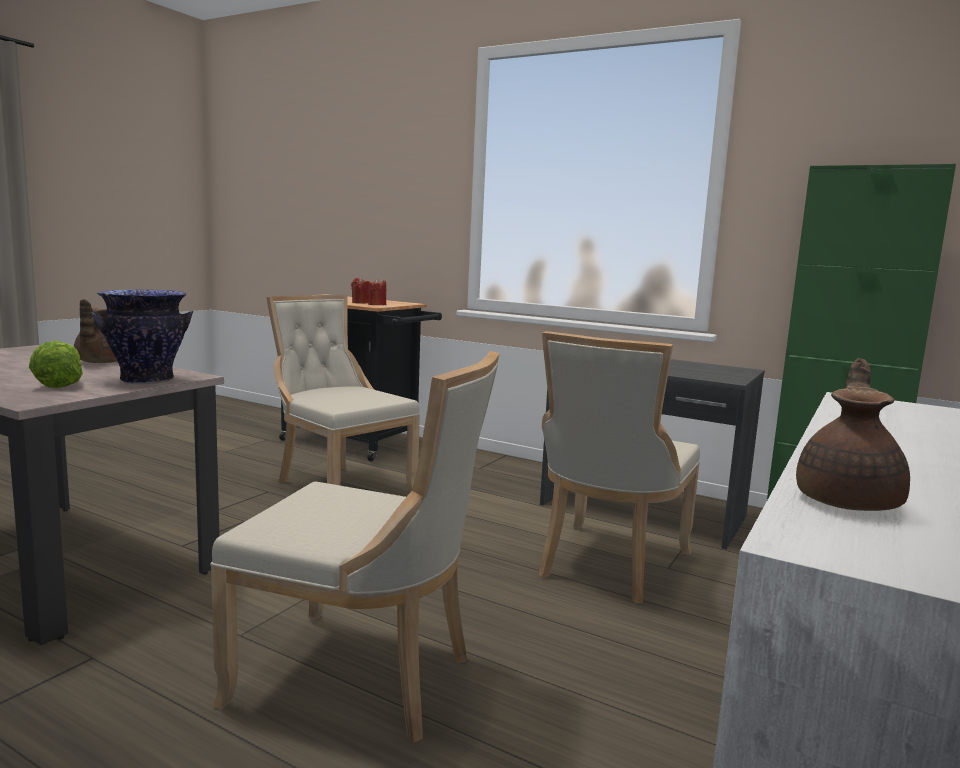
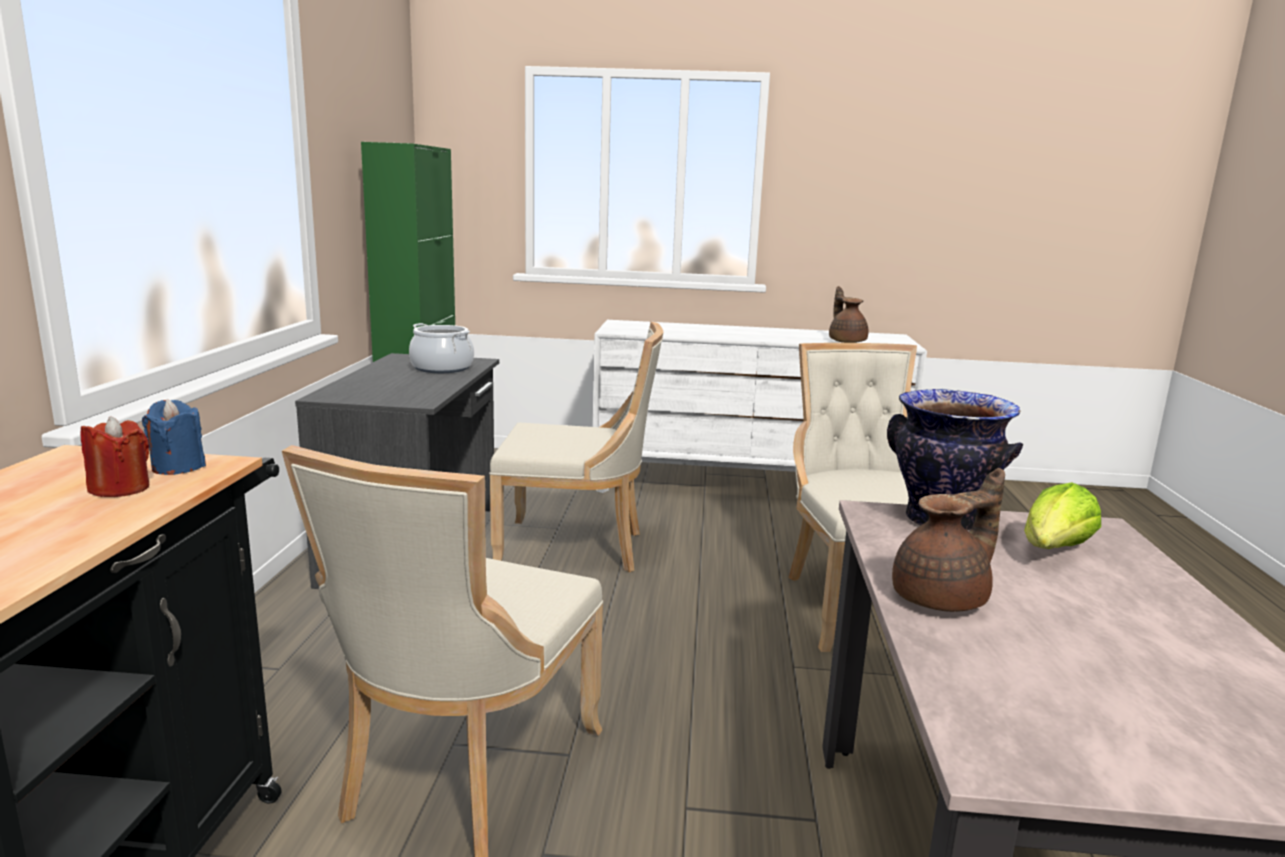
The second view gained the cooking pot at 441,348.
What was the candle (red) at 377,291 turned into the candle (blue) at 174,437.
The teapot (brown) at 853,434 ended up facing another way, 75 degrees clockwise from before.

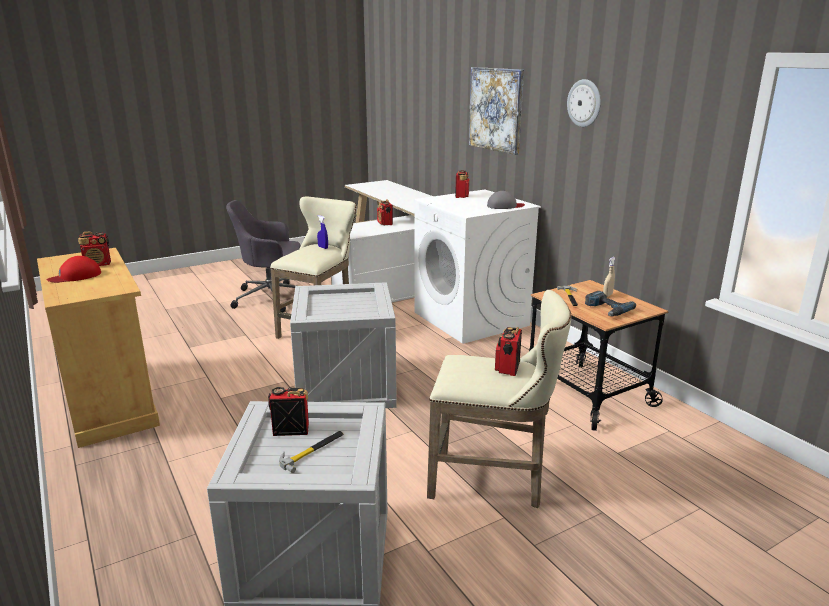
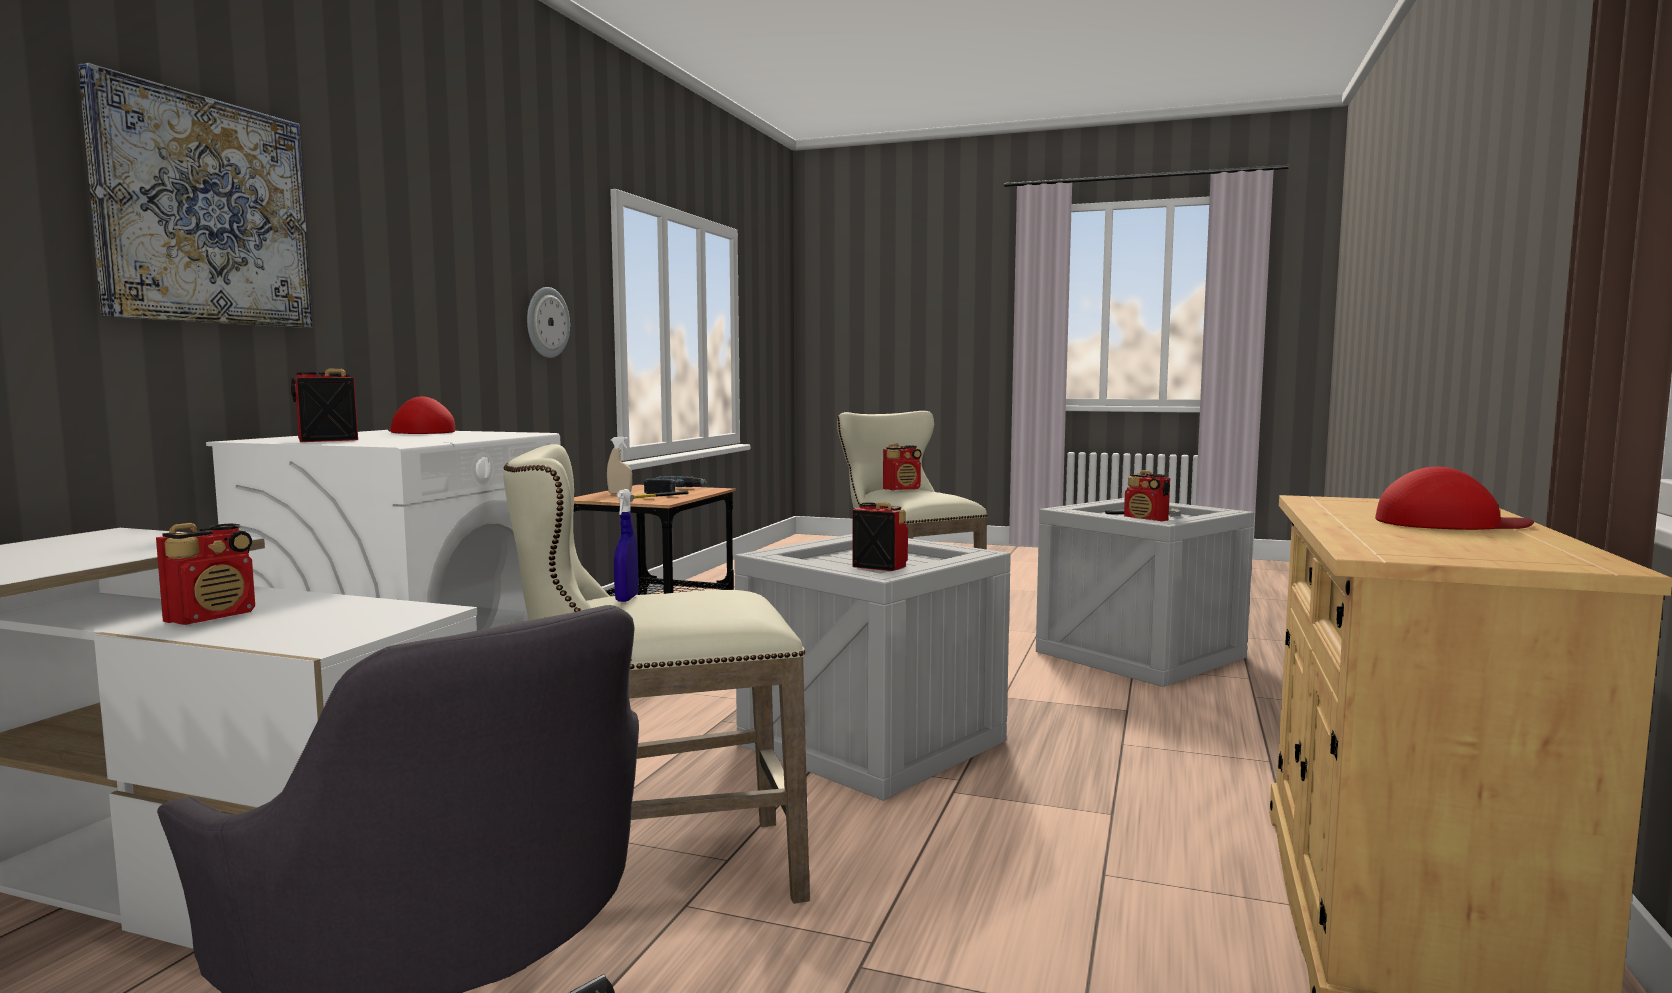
The radio ended up elsewhere, having gone from 94,248 to 880,536.
The wall clock ended up elsewhere, having gone from 584,103 to 548,322.
What was the cap (grey) at 506,200 turned into the cap (red) at 421,415.

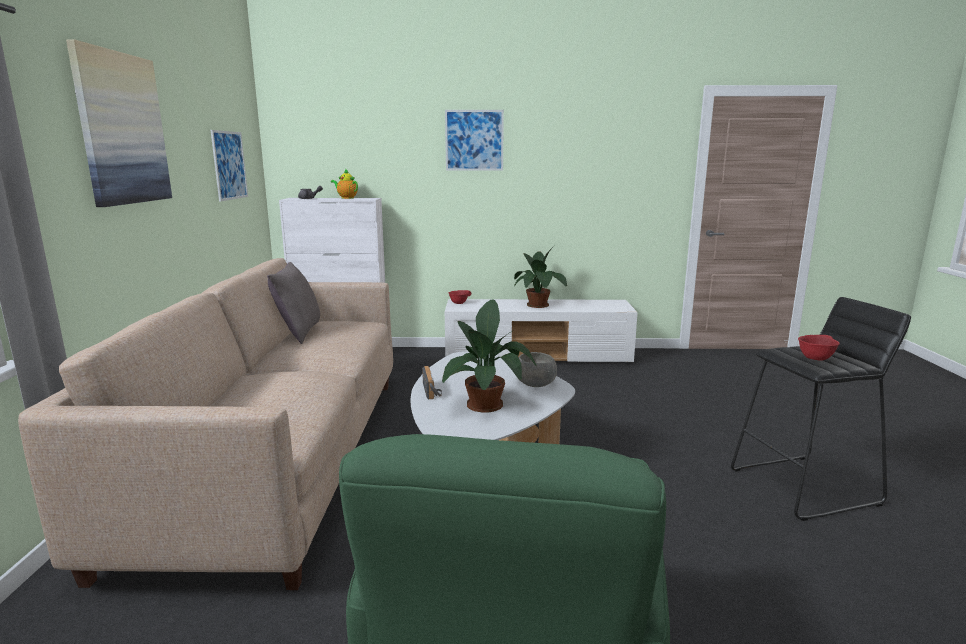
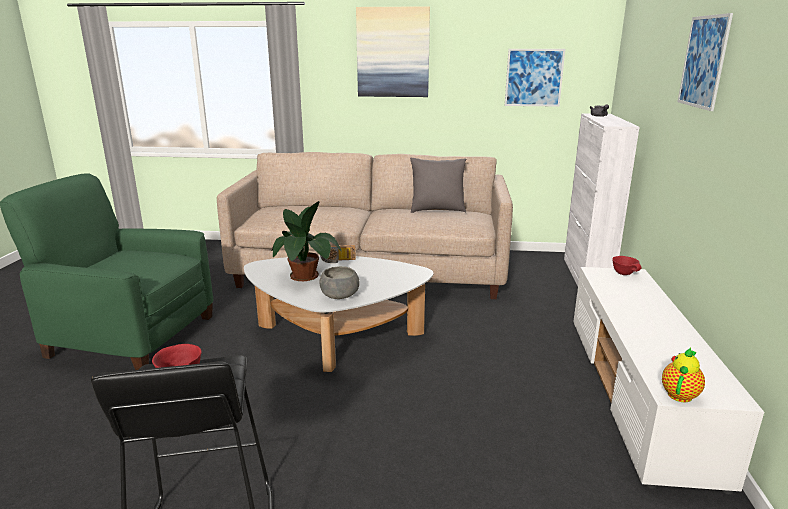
The second view lost the potted plant at 540,276.
The teapot ended up elsewhere, having gone from 344,184 to 683,374.

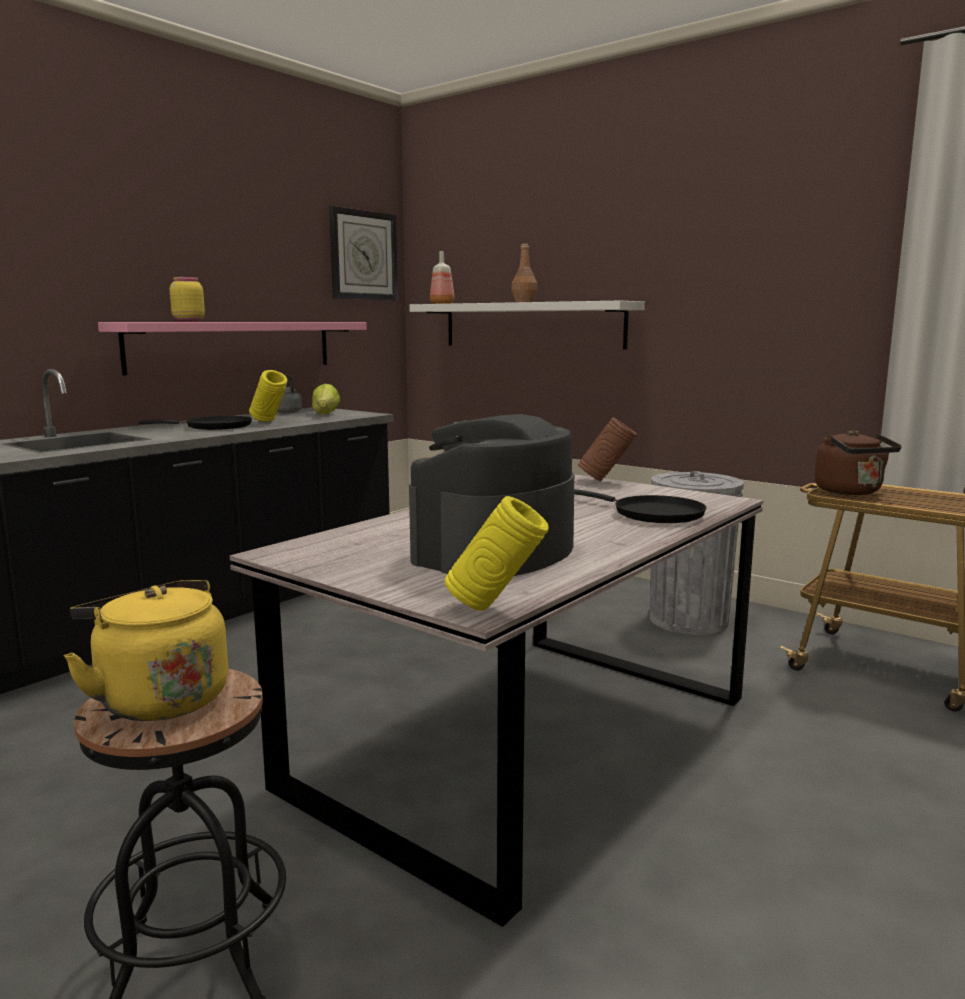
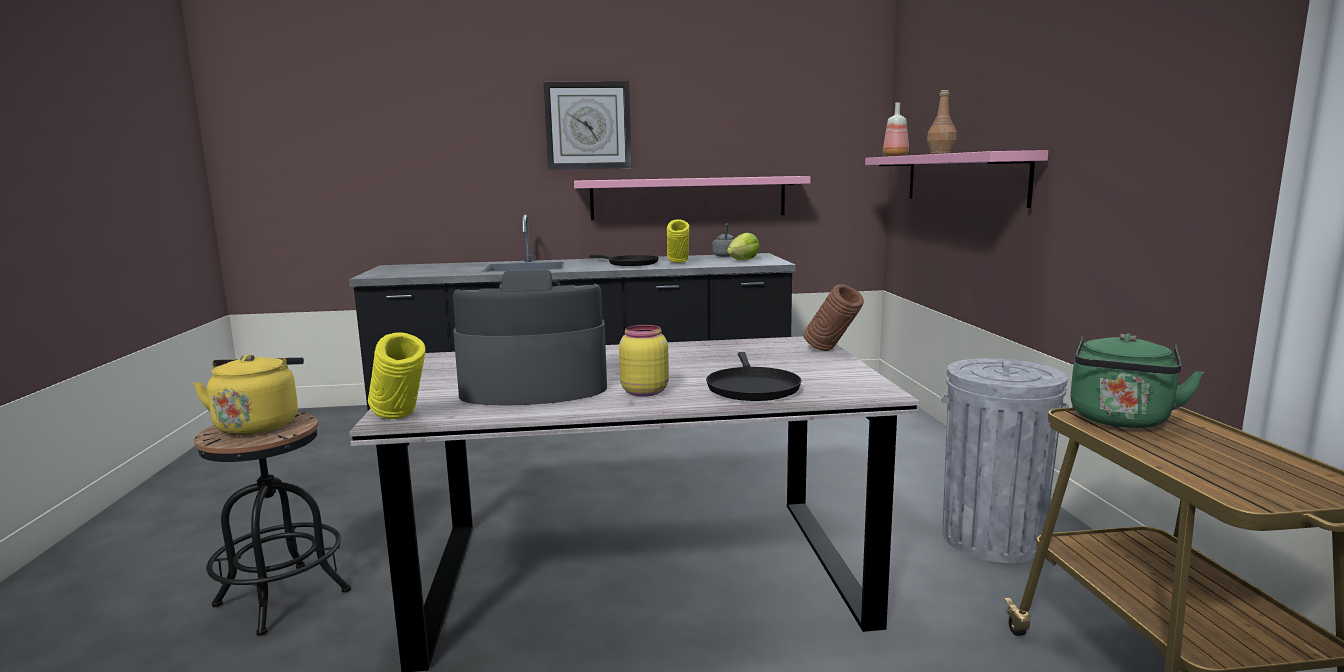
The jar (yellow) ended up elsewhere, having gone from 187,299 to 644,361.
The wall clock ended up elsewhere, having gone from 363,253 to 587,125.
What was the shelf (white) at 527,325 turned into the shelf (pink) at 956,179.
What was the kettle (brown) at 858,462 turned into the kettle (green) at 1137,380.

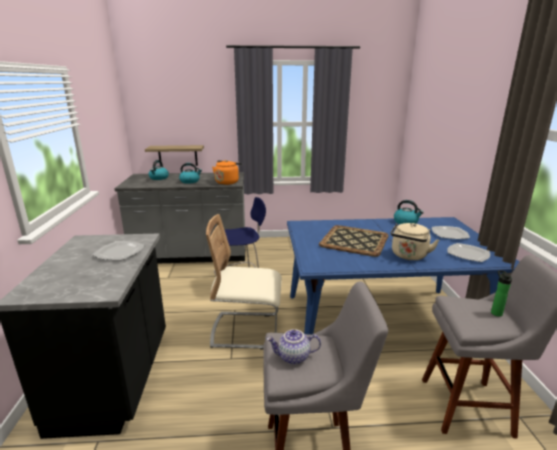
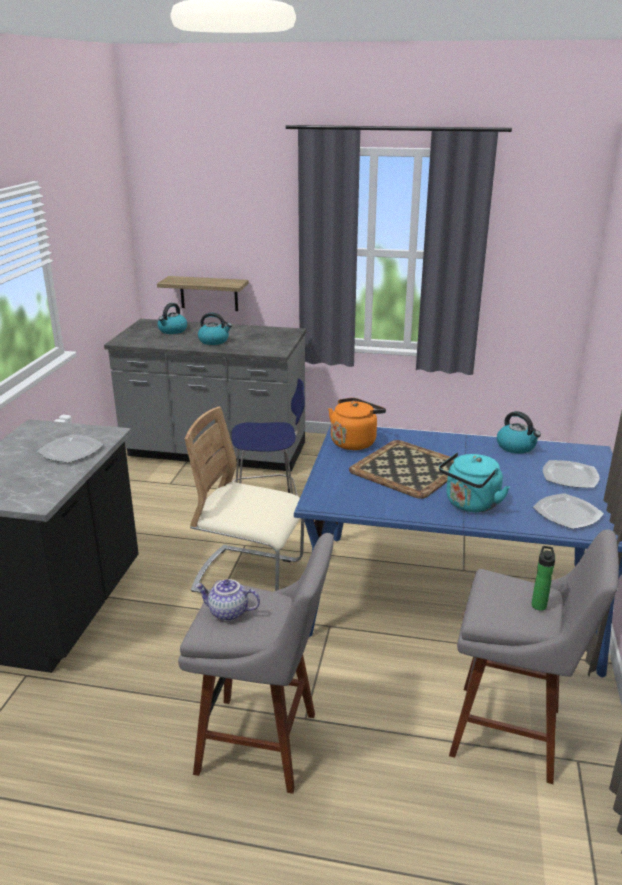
The kettle (orange) ended up elsewhere, having gone from 227,172 to 357,424.
What was the kettle (beige) at 415,241 turned into the kettle (turquoise) at 474,482.

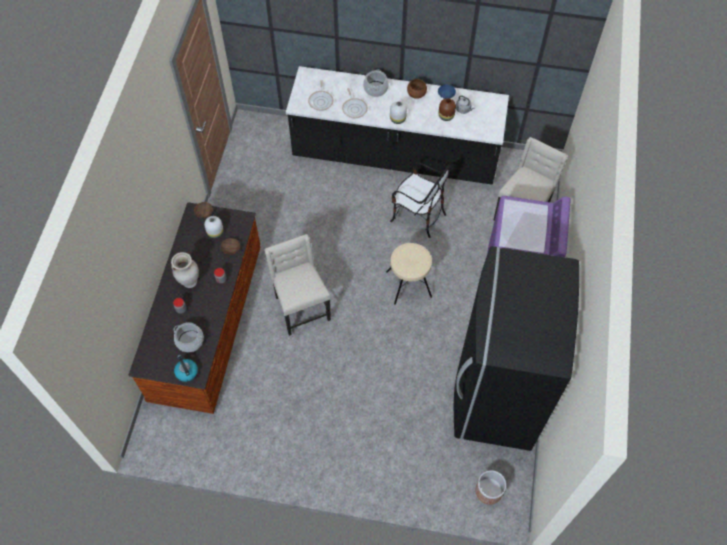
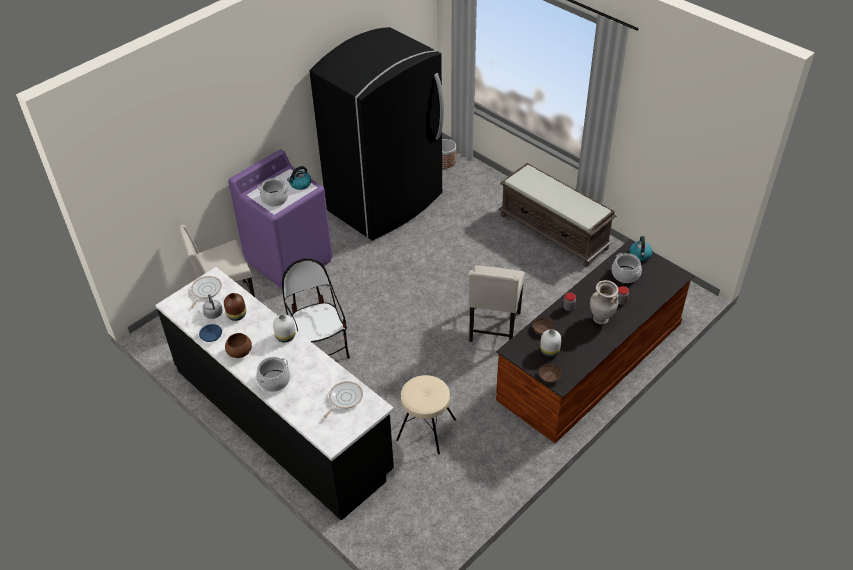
The second view gained the cooking pot at 273,192.
The second view gained the kettle at 299,178.
The second view gained the bench (brown) at 557,215.
The frying pan ended up elsewhere, having gone from 355,103 to 206,292.
The stool (beige) ended up elsewhere, having gone from 409,274 to 426,415.

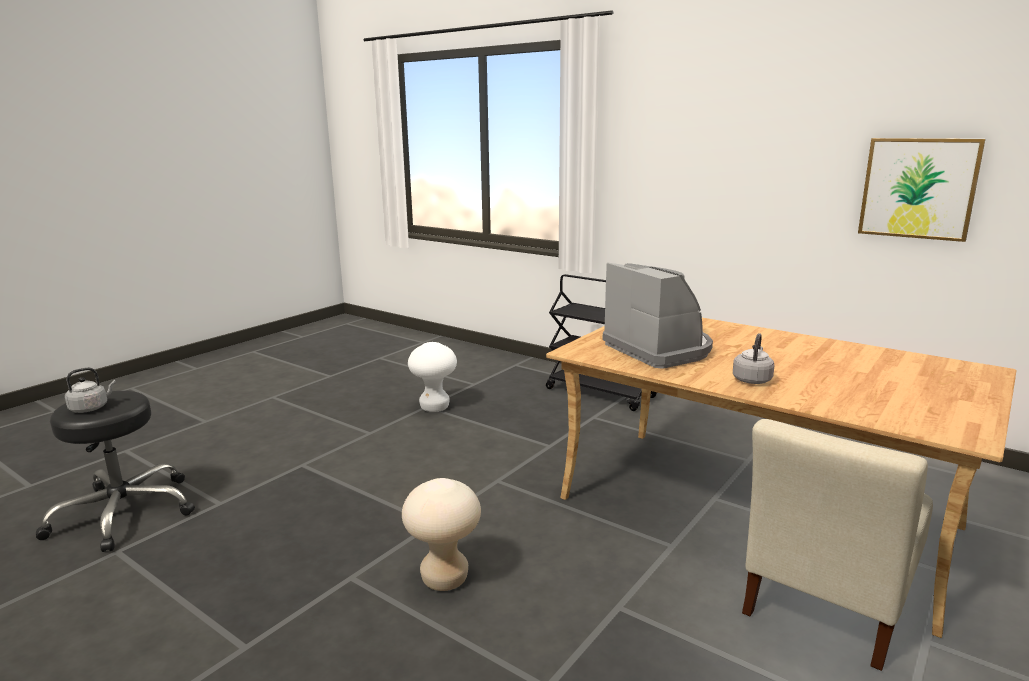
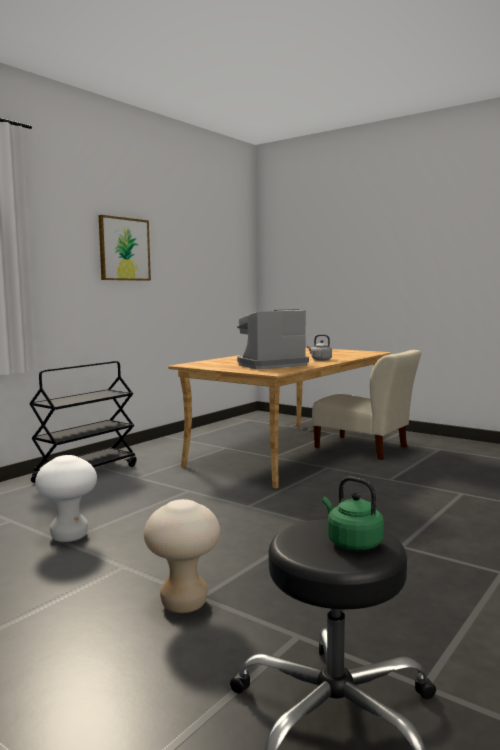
The stool (beige) ended up elsewhere, having gone from 441,534 to 182,556.
The picture ended up elsewhere, having gone from 922,190 to 125,248.
What was the kettle (grey) at 90,390 turned into the kettle (green) at 353,513.

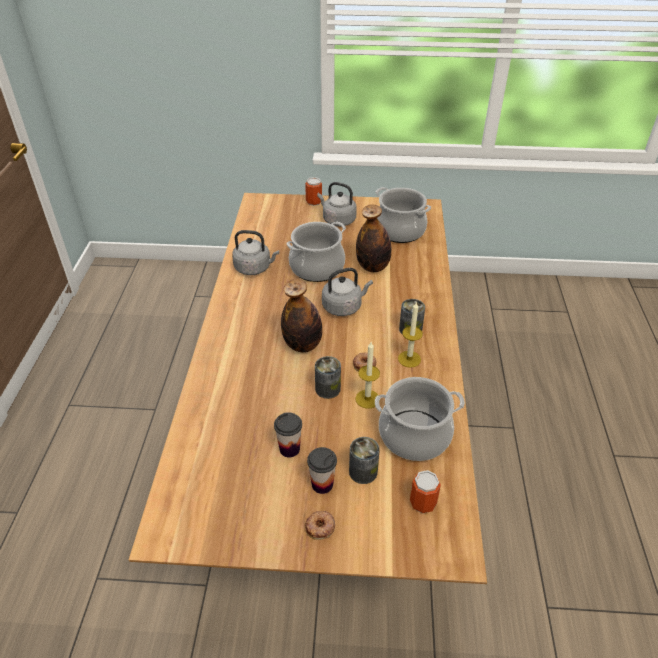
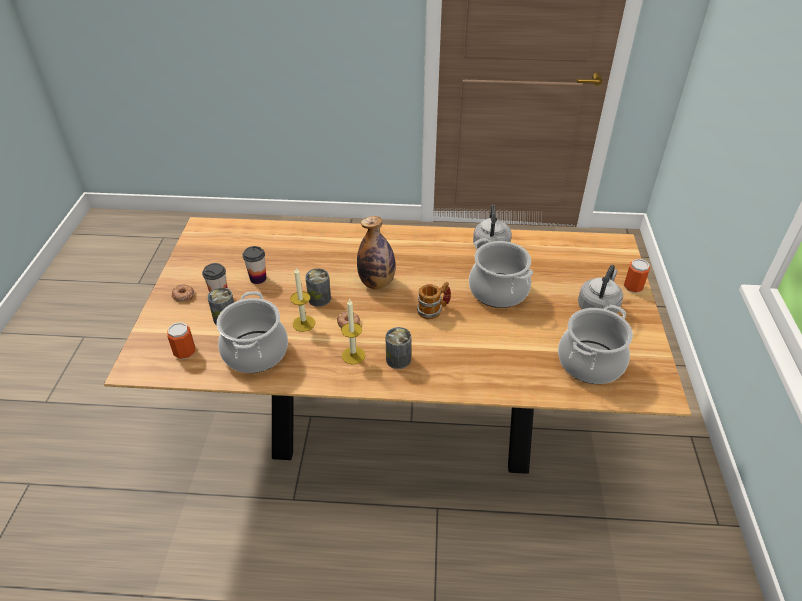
The second view lost the bottle at 374,238.
Where the kettle (grey) stood at 347,292, the mug came to stand at 434,300.

